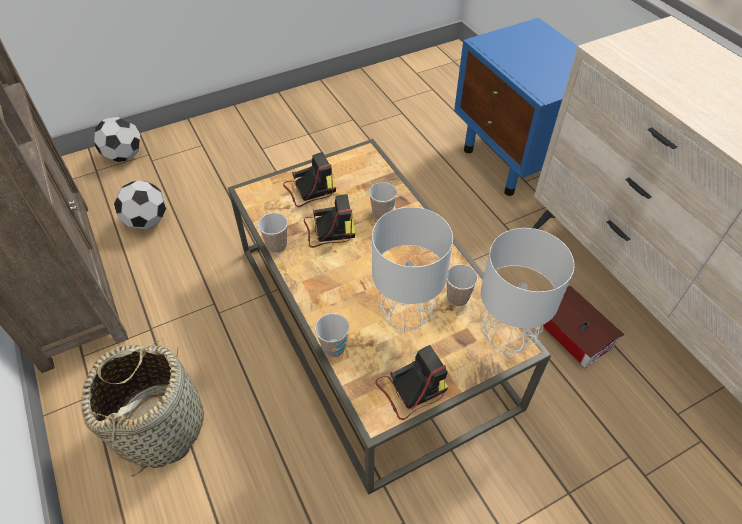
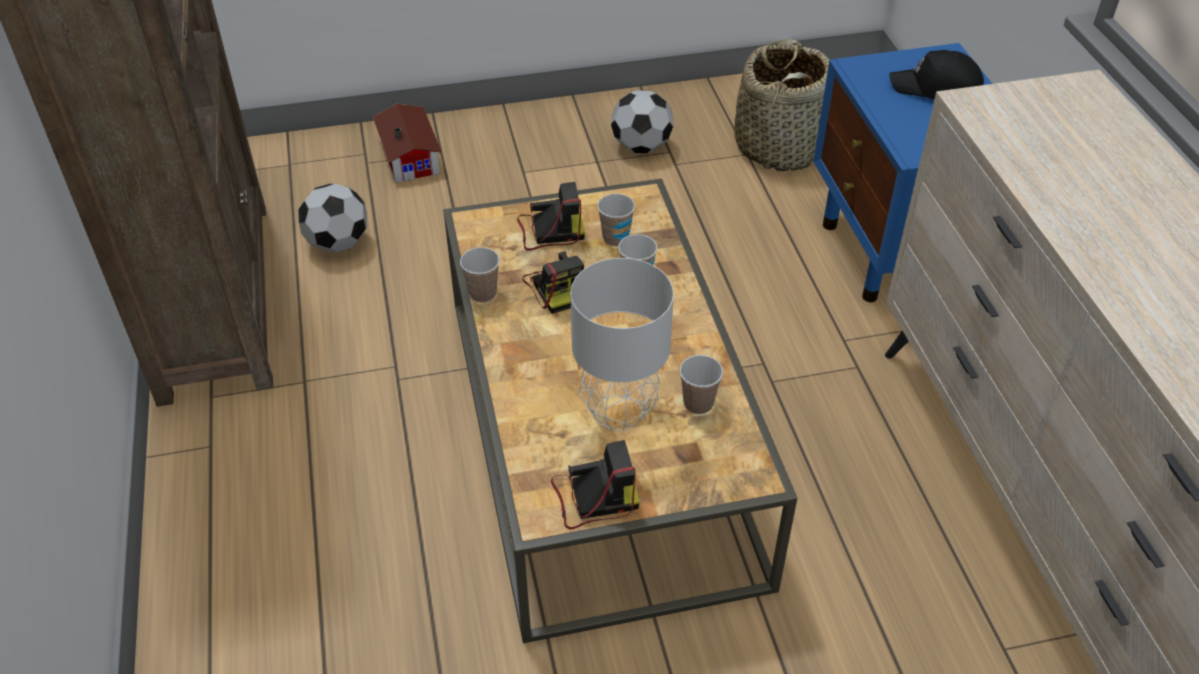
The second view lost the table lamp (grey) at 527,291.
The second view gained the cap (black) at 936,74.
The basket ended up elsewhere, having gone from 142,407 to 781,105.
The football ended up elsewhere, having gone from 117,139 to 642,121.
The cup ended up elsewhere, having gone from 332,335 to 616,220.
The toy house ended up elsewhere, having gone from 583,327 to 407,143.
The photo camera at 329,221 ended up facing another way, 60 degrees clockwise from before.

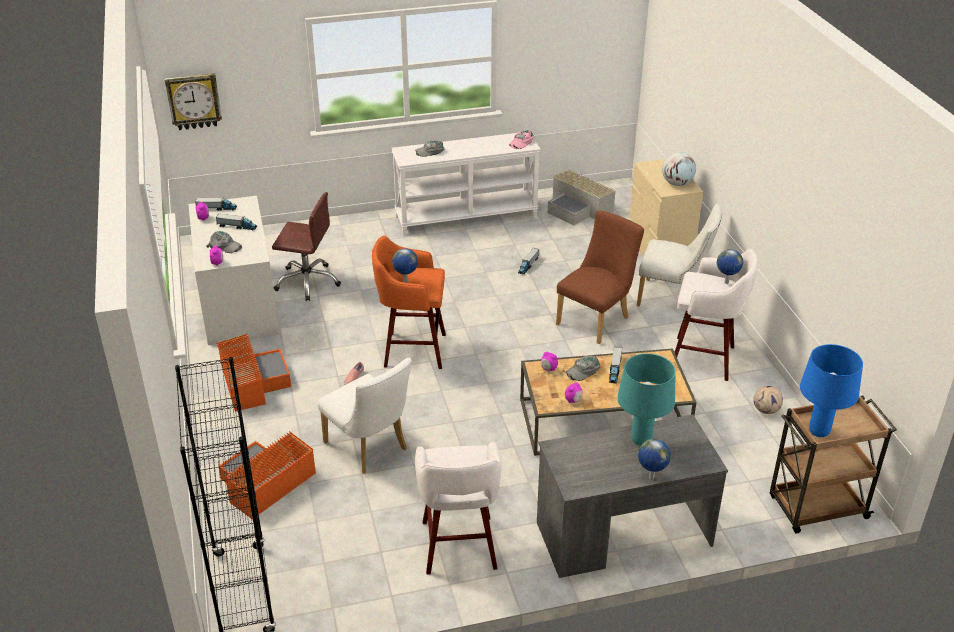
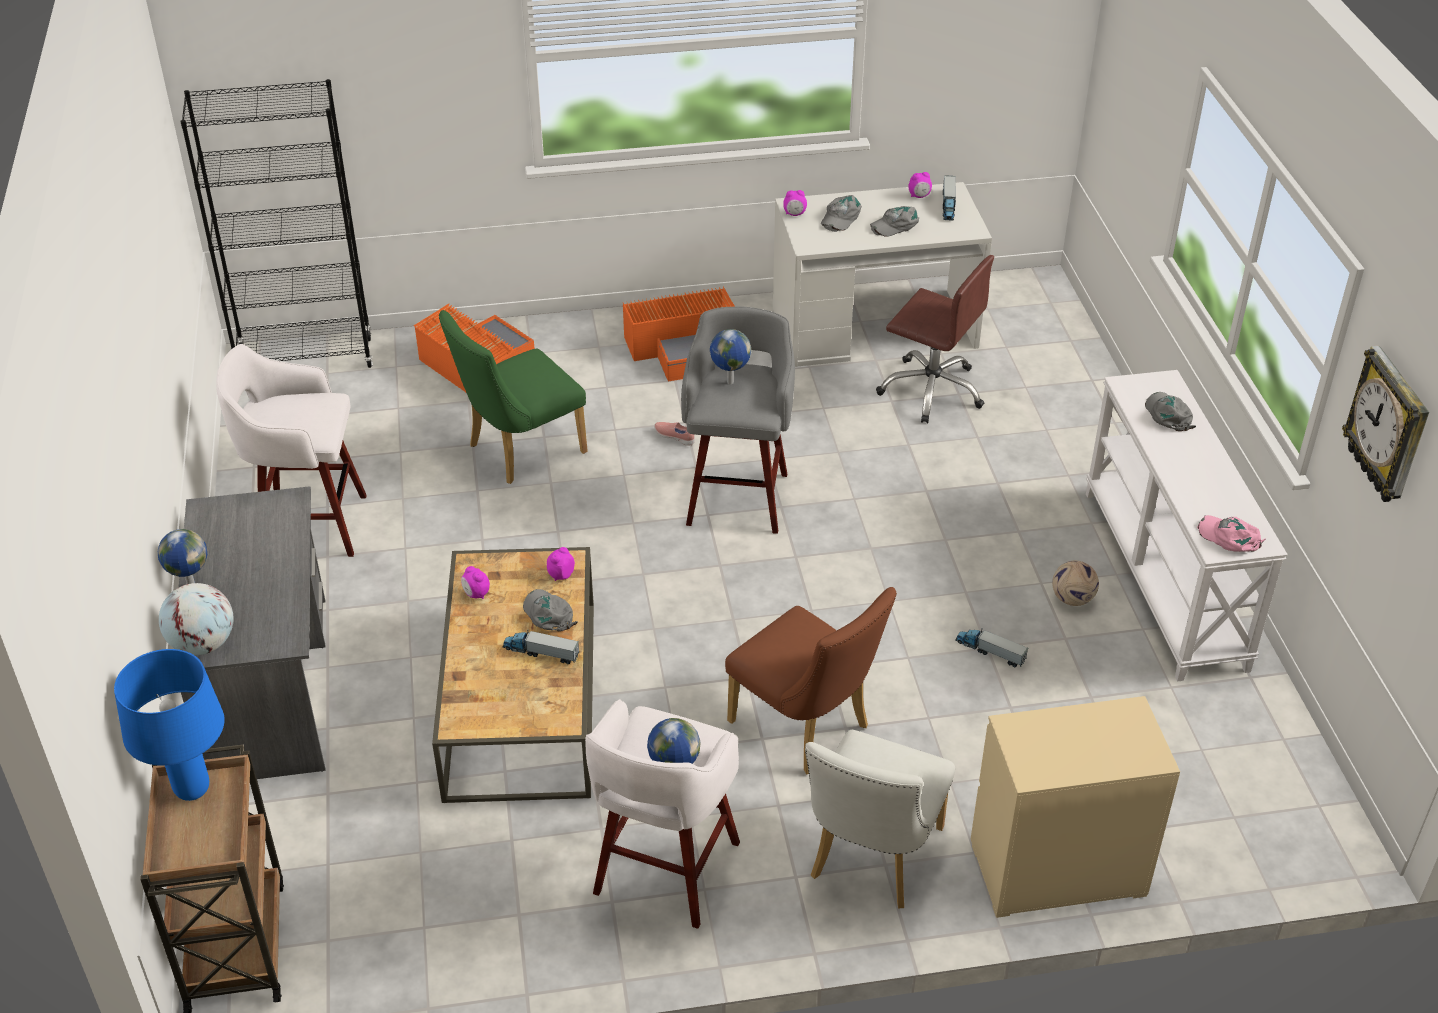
The second view lost the storage box (grey) at 582,197.
The second view lost the table lamp (turquoise) at 646,399.
The wall clock ended up elsewhere, having gone from 193,101 to 1385,424.
The globe ended up elsewhere, having gone from 679,169 to 196,619.
The football ended up elsewhere, having gone from 768,400 to 1075,583.
Where the toy truck stood at 236,222, the cap (grey) came to stand at 894,221.
What was the chair (white) at 364,416 turned into the chair (green) at 513,397.
What was the stool (orange) at 409,302 turned into the stool (grey) at 738,420.
The office chair (brown) at 306,246 ended up facing another way, 75 degrees counterclockwise from before.

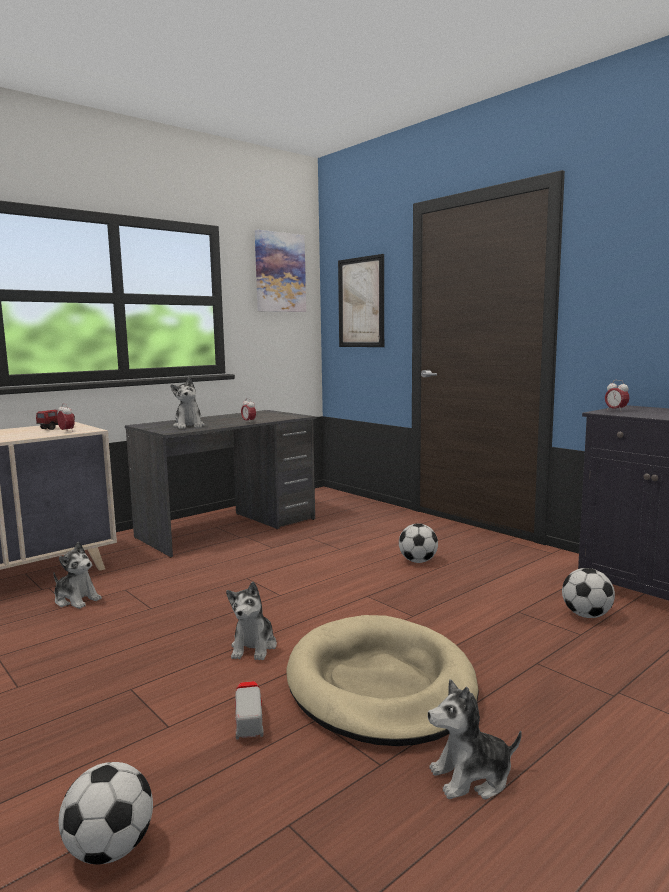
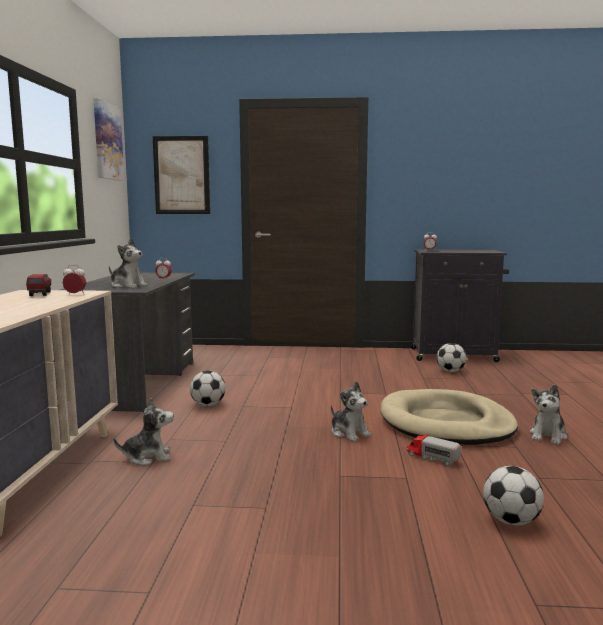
The football ended up elsewhere, having gone from 418,543 to 207,388.

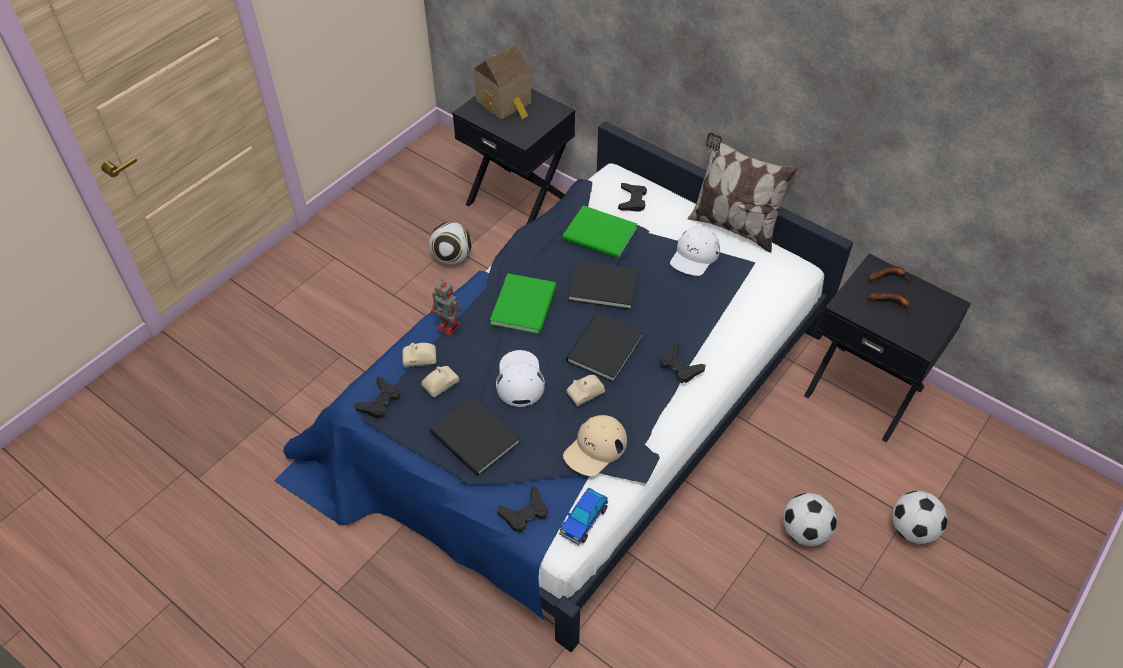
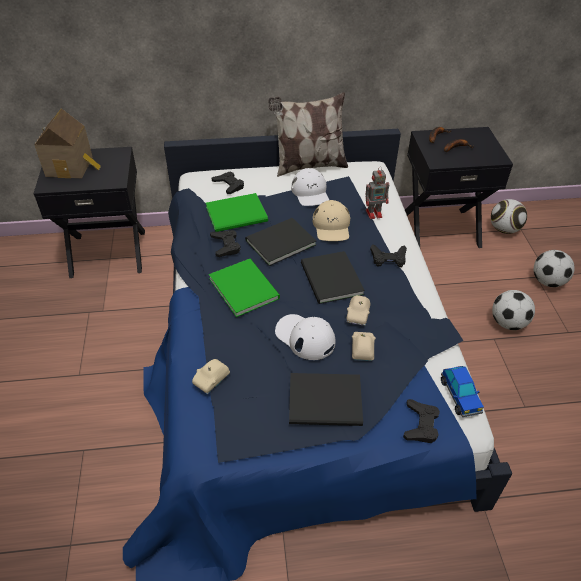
The game controller (black) ended up elsewhere, having gone from 377,398 to 225,243.
The toy car (beige) ended up elsewhere, having gone from 440,382 to 364,346.
The football ended up elsewhere, having gone from 450,243 to 509,216.
The toy robot ended up elsewhere, having gone from 446,308 to 377,193.
The cap (beige) ended up elsewhere, having gone from 595,445 to 331,220.

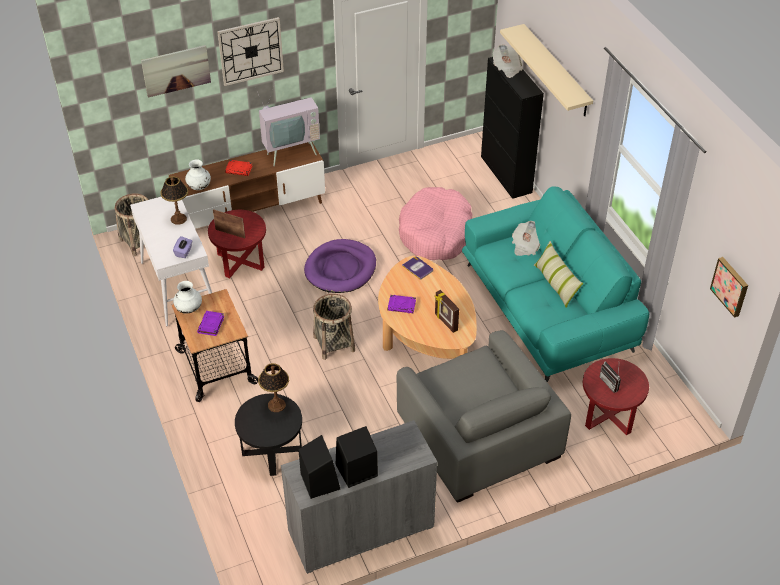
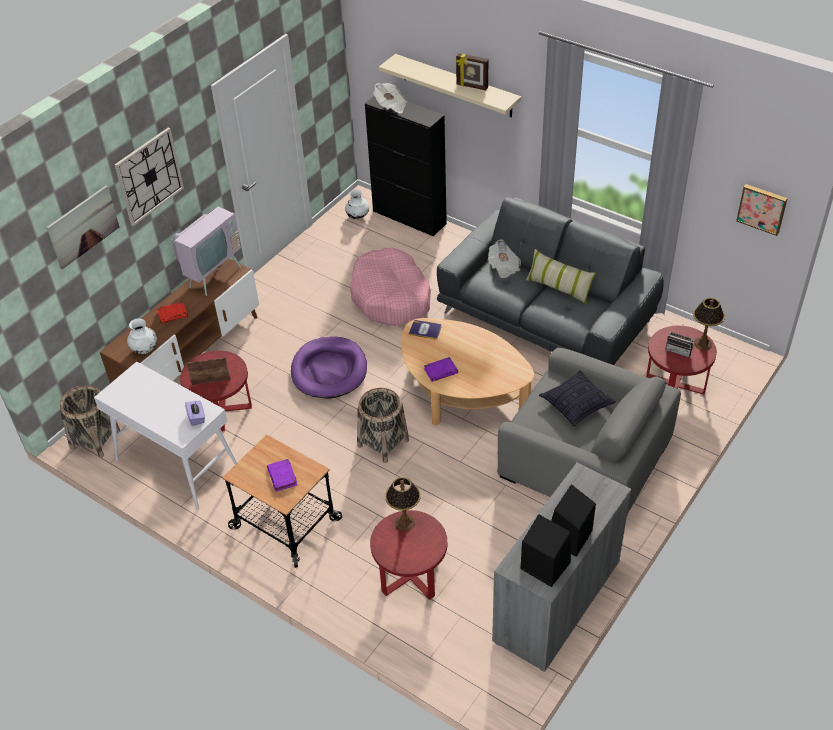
The second view gained the pillow at 577,398.
The table lamp ended up elsewhere, having gone from 174,200 to 709,324.
The vase (white) ended up elsewhere, having gone from 187,297 to 357,205.
The picture frame ended up elsewhere, having gone from 447,311 to 472,71.
What was the side table (black) at 268,434 turned into the side table (red) at 408,555.
What was the sofa (turquoise) at 555,284 turned into the sofa (grey) at 550,281.

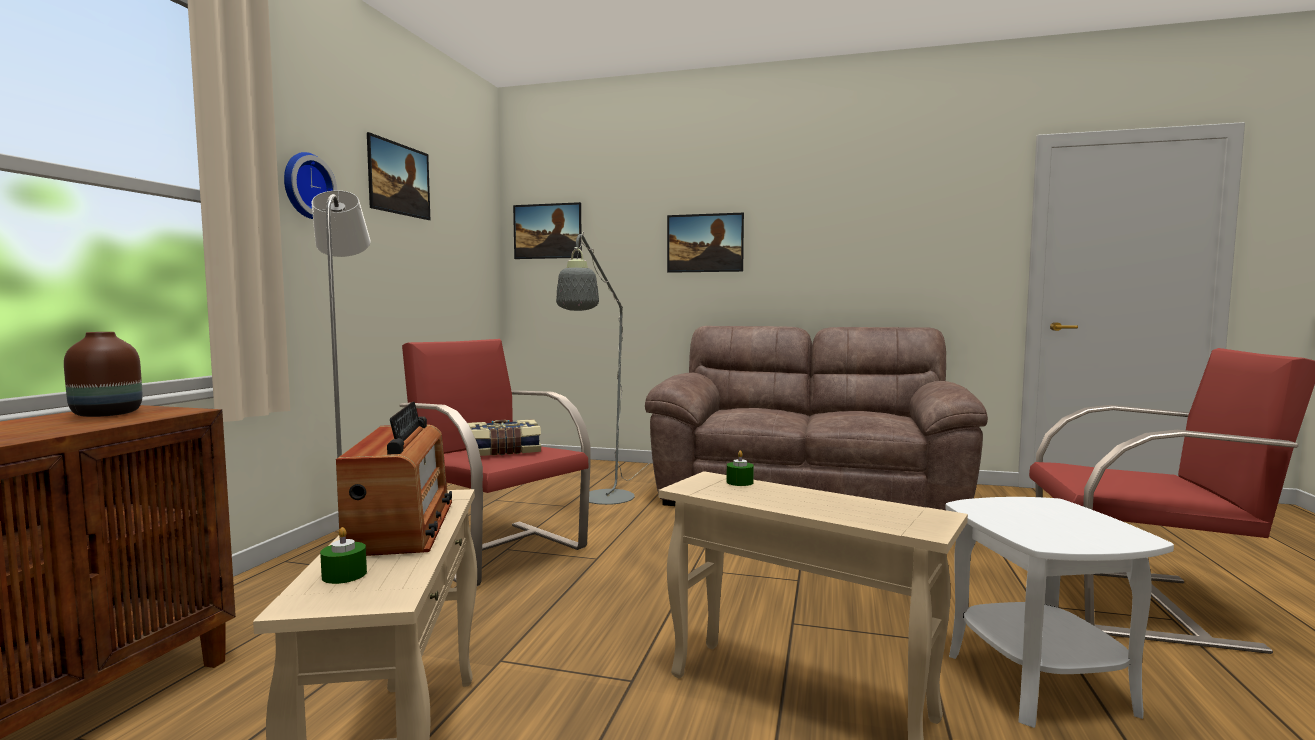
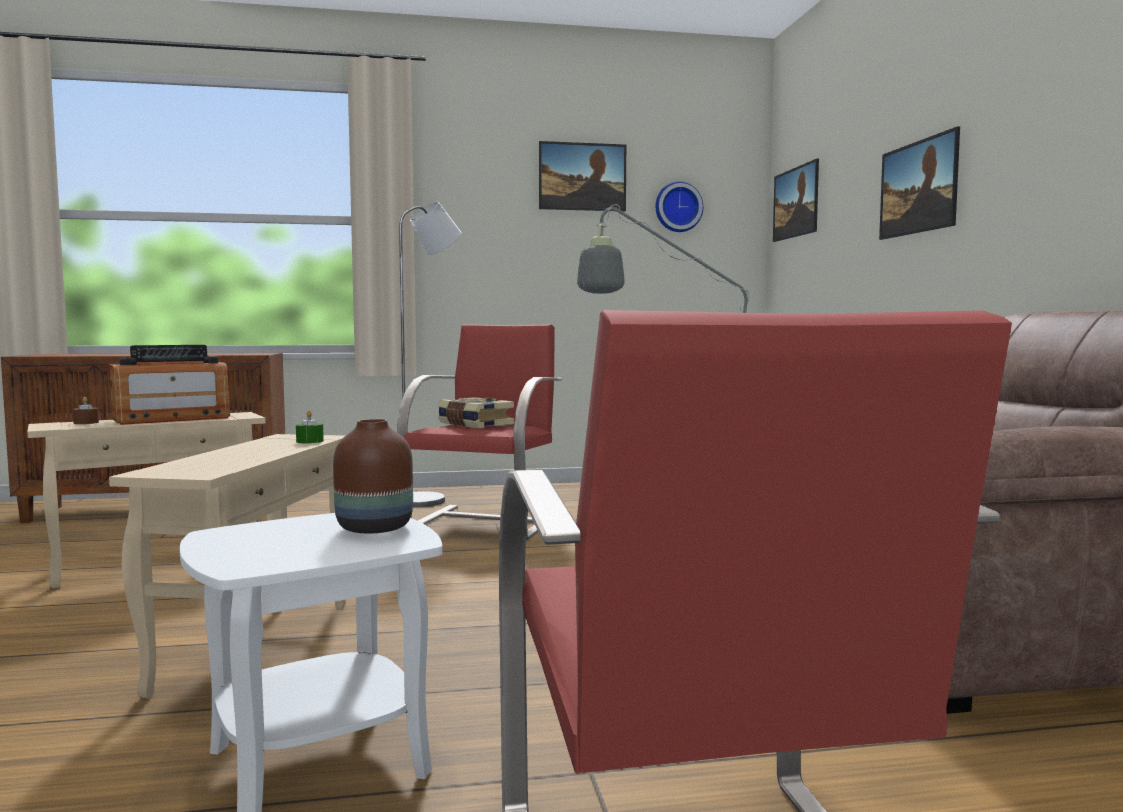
The vase (brown) ended up elsewhere, having gone from 103,374 to 373,476.
The wall clock ended up elsewhere, having gone from 310,185 to 679,206.
What was the candle (green) at 343,555 turned into the candle (brown) at 86,410.

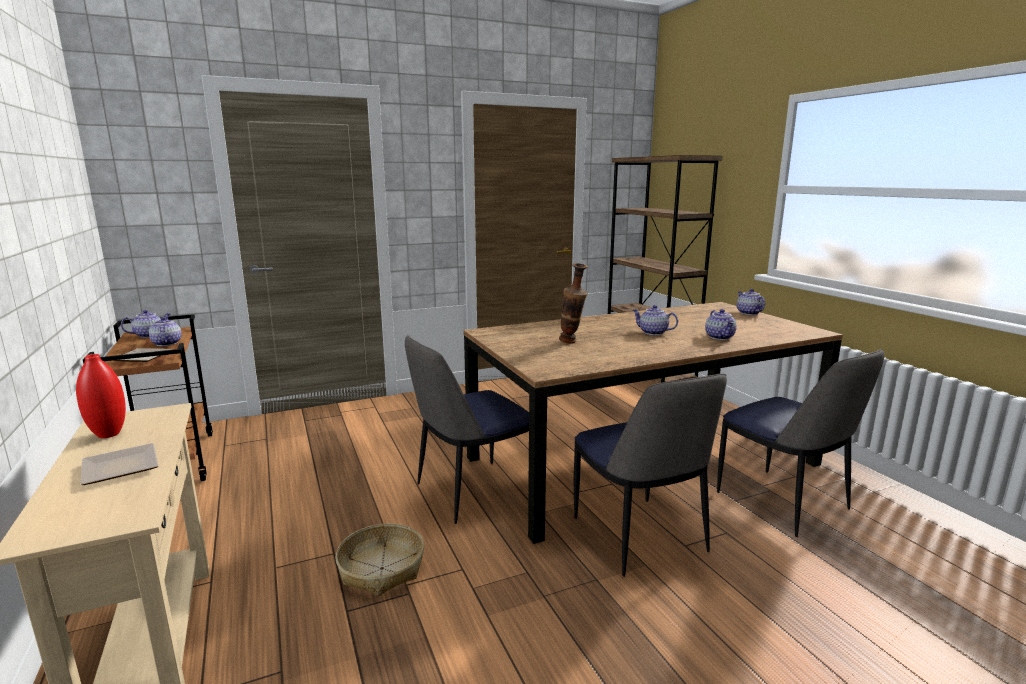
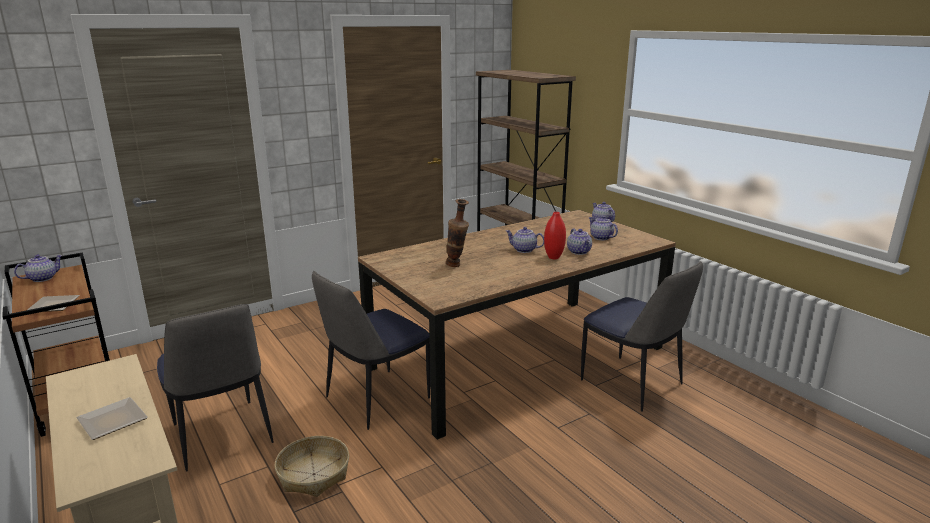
The vase (red) ended up elsewhere, having gone from 101,396 to 555,235.
The teapot ended up elsewhere, having gone from 165,331 to 603,228.
The chair ended up elsewhere, having gone from 650,475 to 215,387.

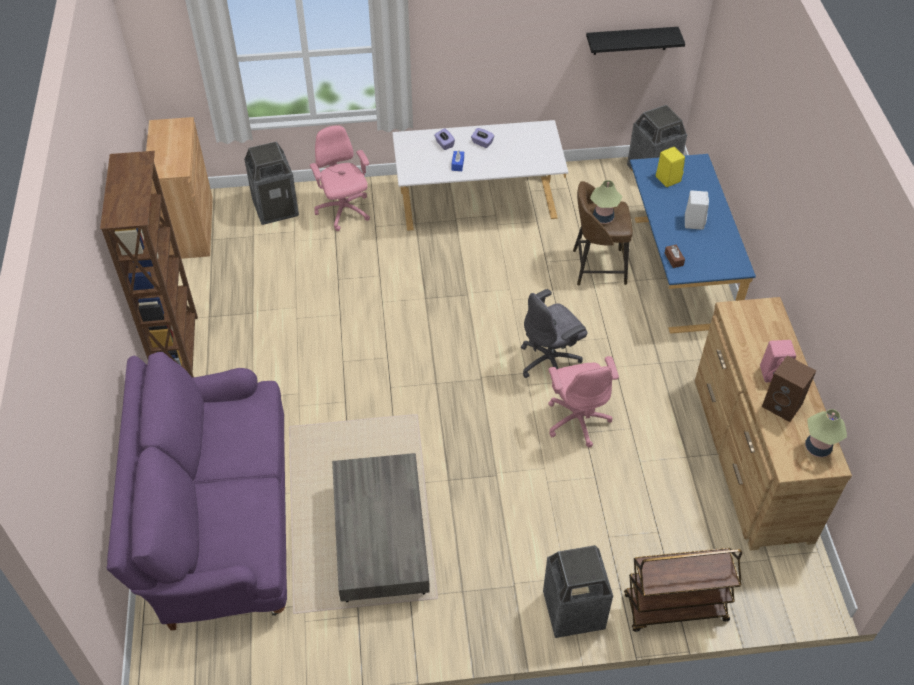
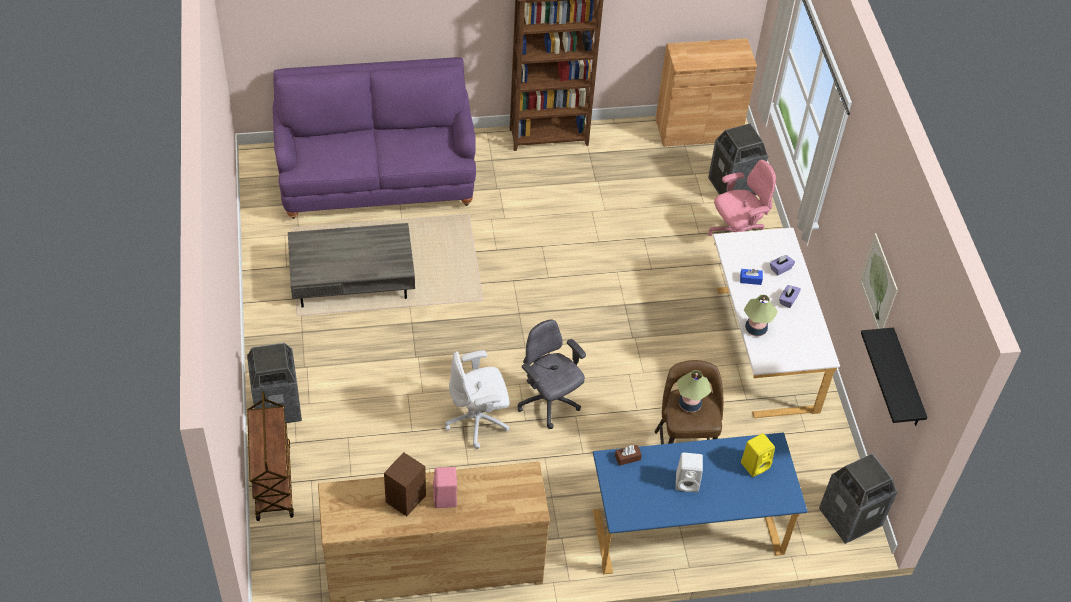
The second view gained the picture at 878,281.
The table lamp ended up elsewhere, having gone from 826,433 to 761,316.
What was the office chair (pink) at 583,402 turned into the office chair (white) at 477,399.

